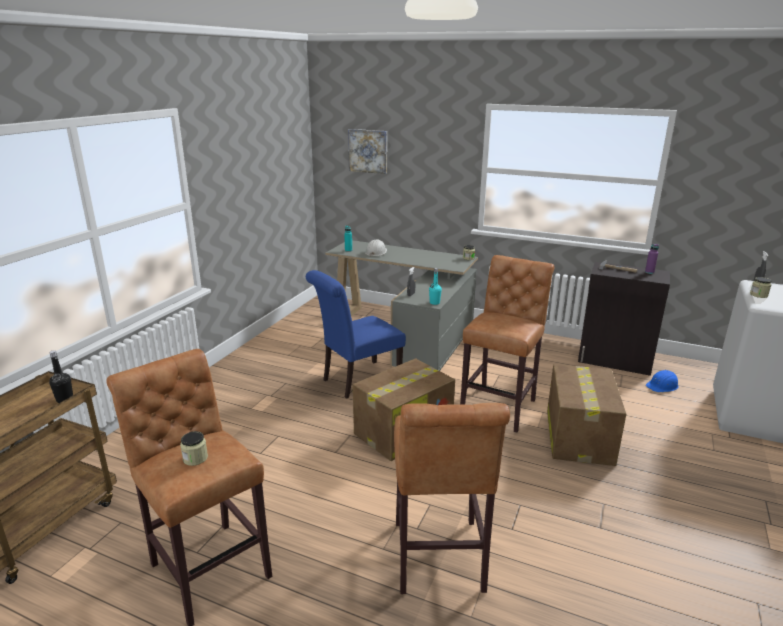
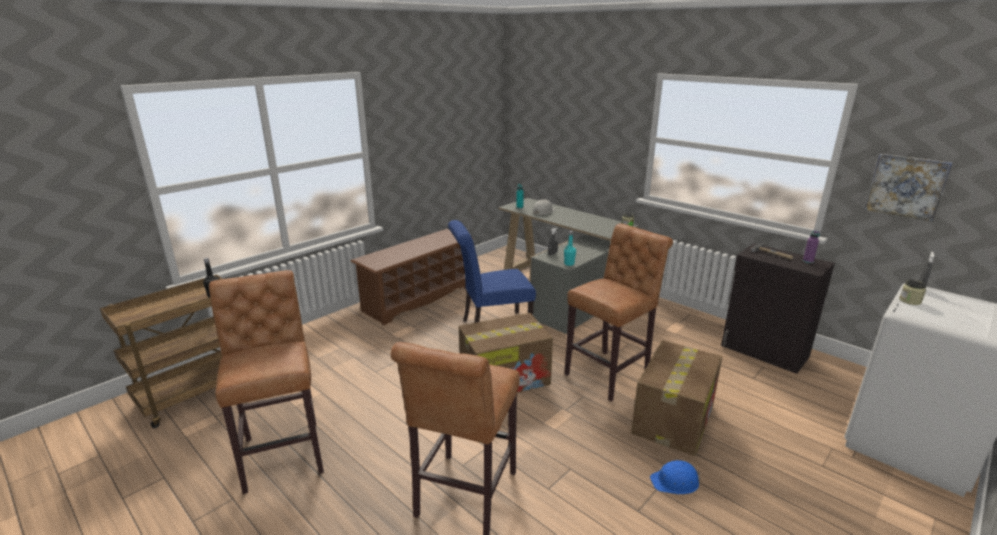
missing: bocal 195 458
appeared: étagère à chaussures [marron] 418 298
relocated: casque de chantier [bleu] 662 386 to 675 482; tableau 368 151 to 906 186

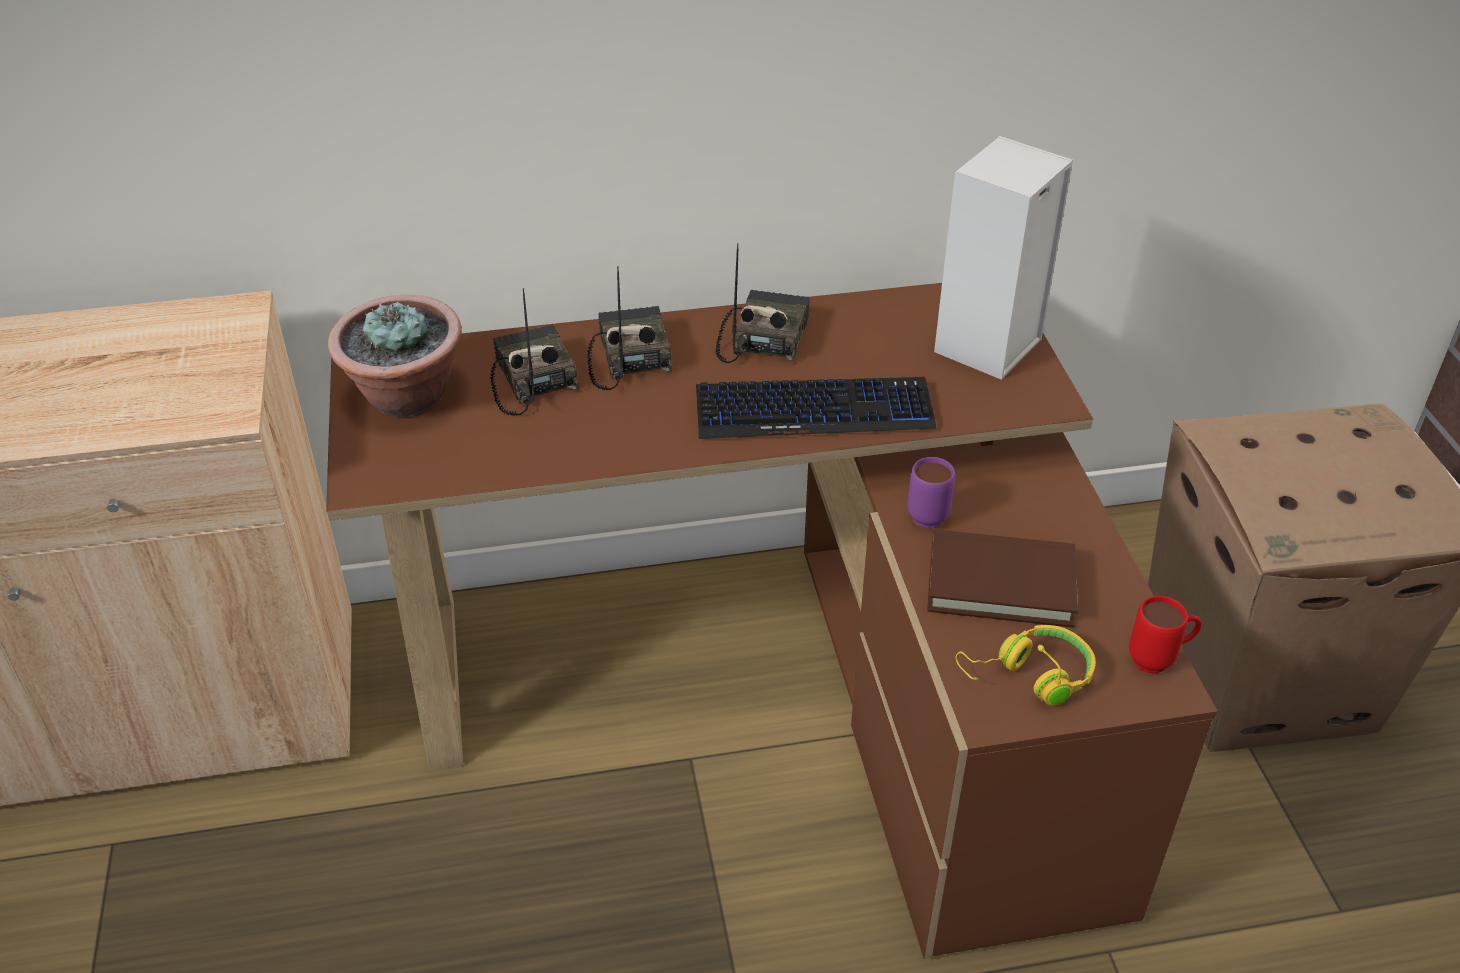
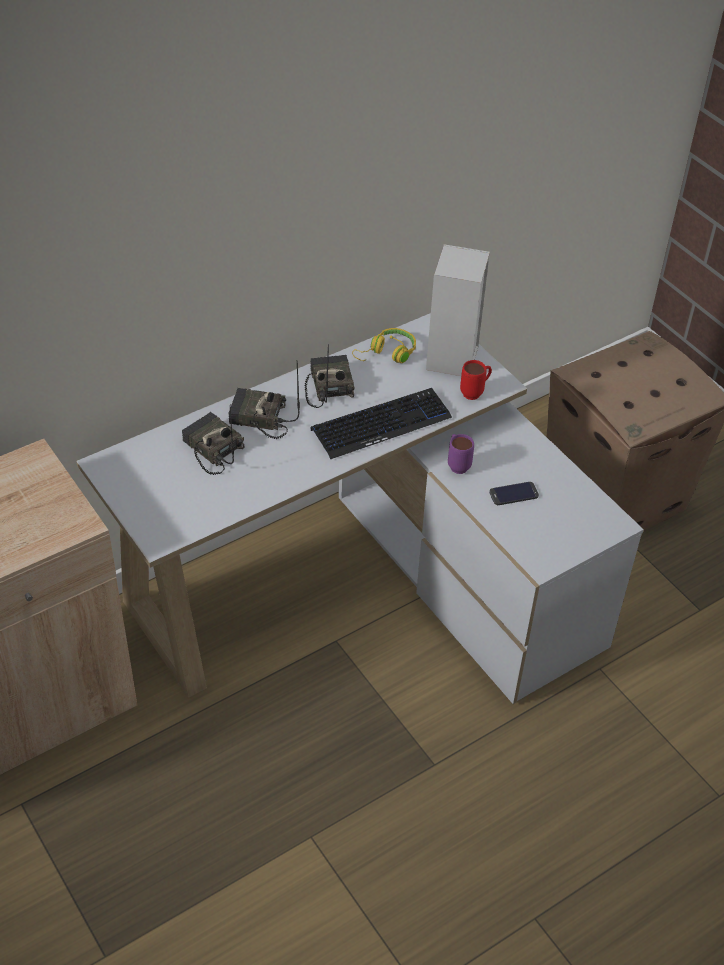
missing: plante en pot 406 397
relocated: casque audio [jaune] 1030 676 to 387 354; mug [rouge] 1159 660 to 475 392
exchanged: livre [marron] 1000 584 to téléphone 513 494
colour: bureau [marron] 781 689 to bureau [blanc] 366 584
spun: radio 628 357 = 258 419 45 degrees counterclockwise

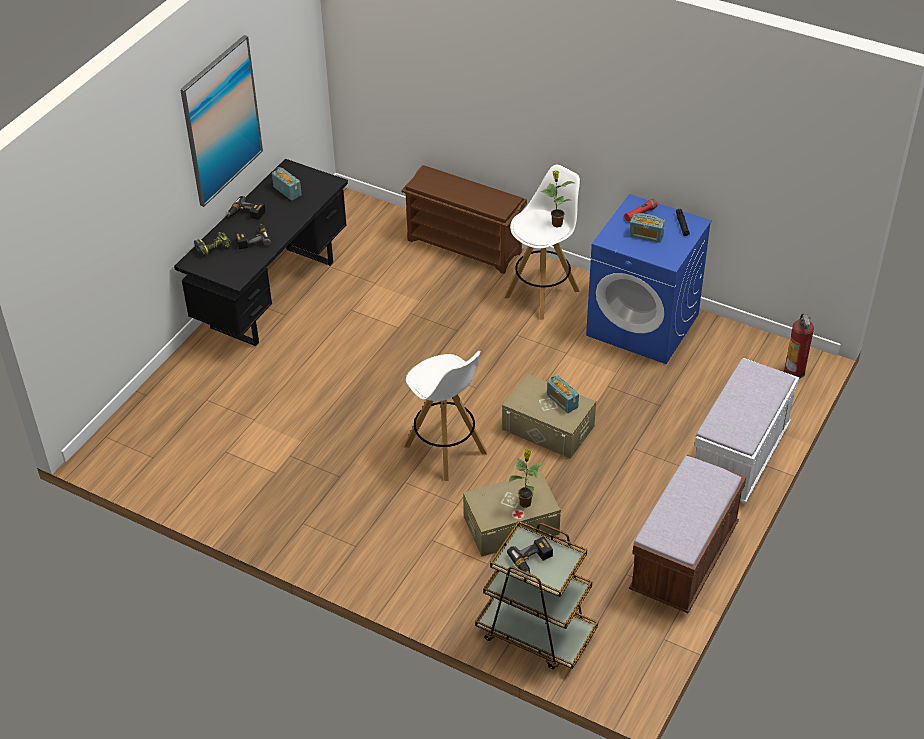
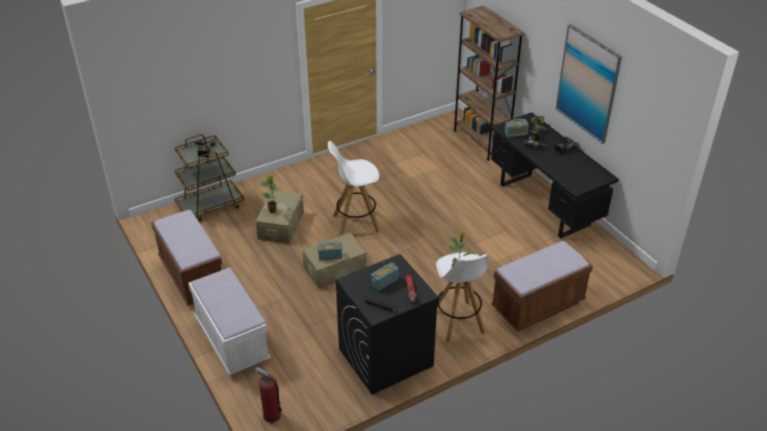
appeared: bibliothèque [marron] 481 141
relocated: radio 287 191 to 515 134
exchanged: étagère à chaussures [marron] 465 246 to banc [marron] 538 305
colour: lave-linge [bleu] 643 325 to lave-linge [noir] 385 358

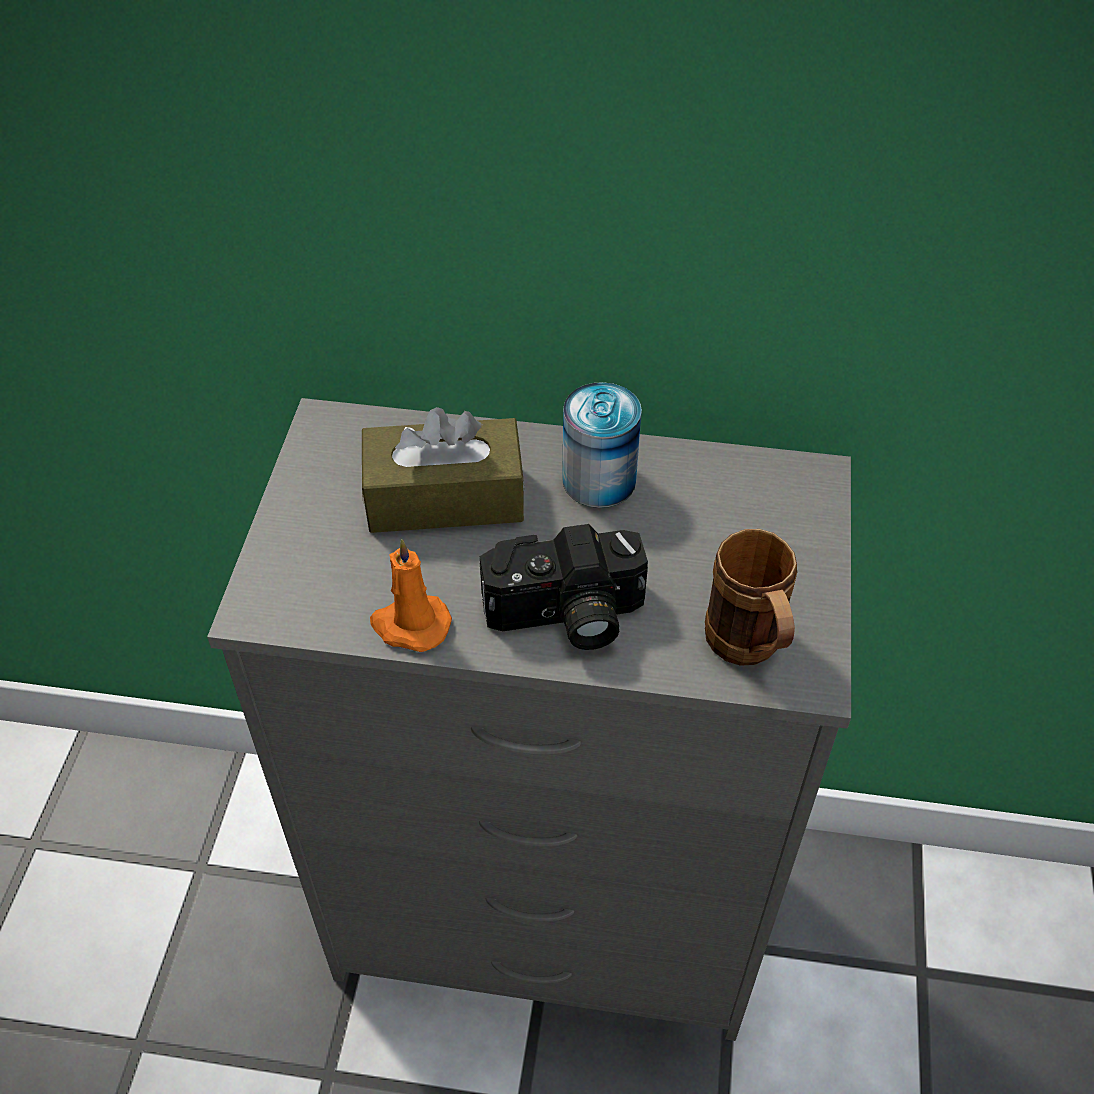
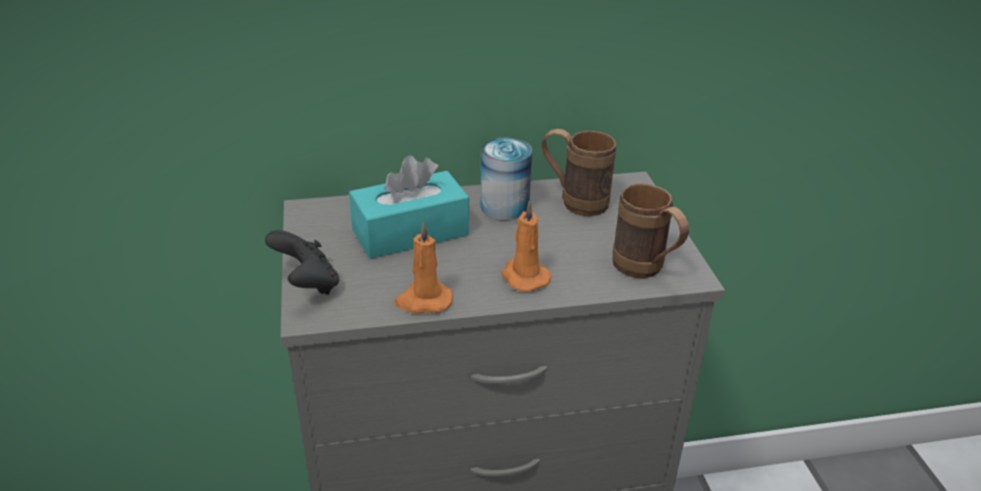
appeared: manette [noir] 307 284; mug [marron] 574 201
exchanged: appareil photo 565 617 to bougie [orange] 523 276
colour: boîte à mouchoirs [marron] 445 498 to boîte à mouchoirs [turquoise] 410 232

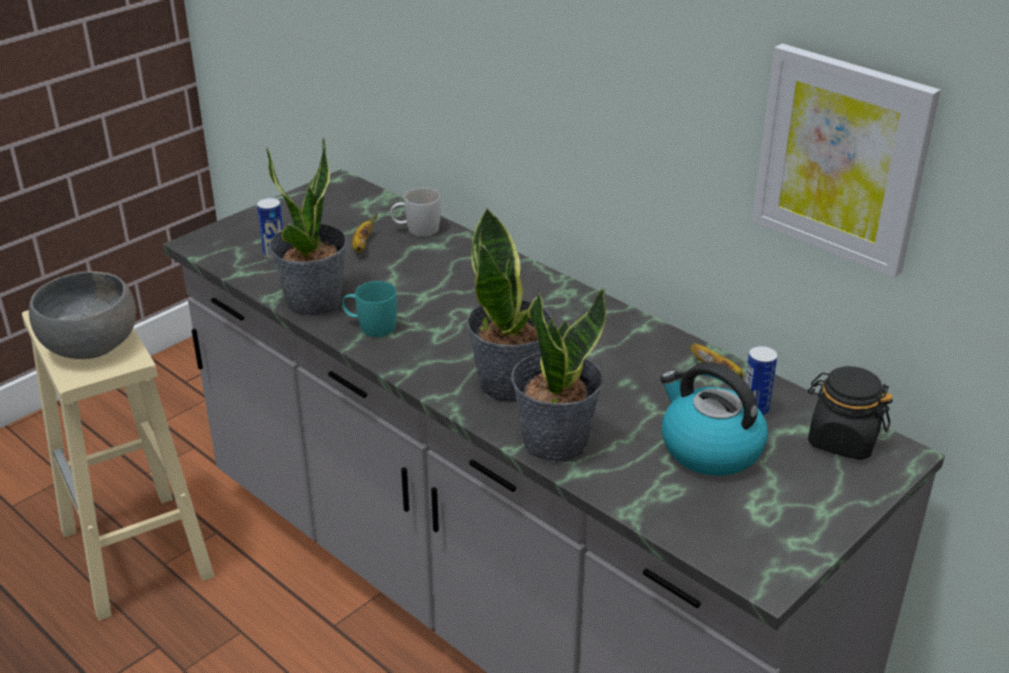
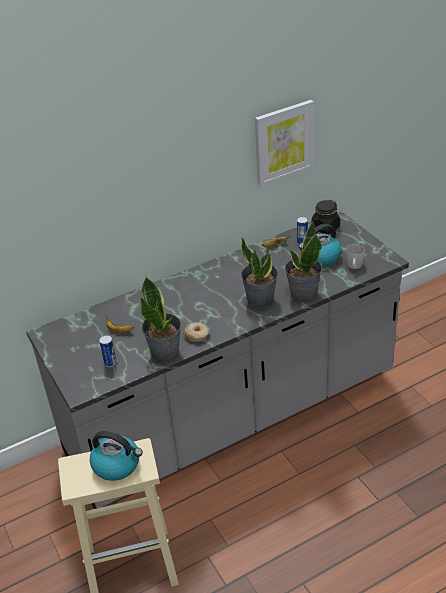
relocated: mug [blanc] 416 230 to 354 266
exchanged: bol [gris] 91 345 to bouilloire 117 465; mug [turquoise] 370 327 to beignet 197 335

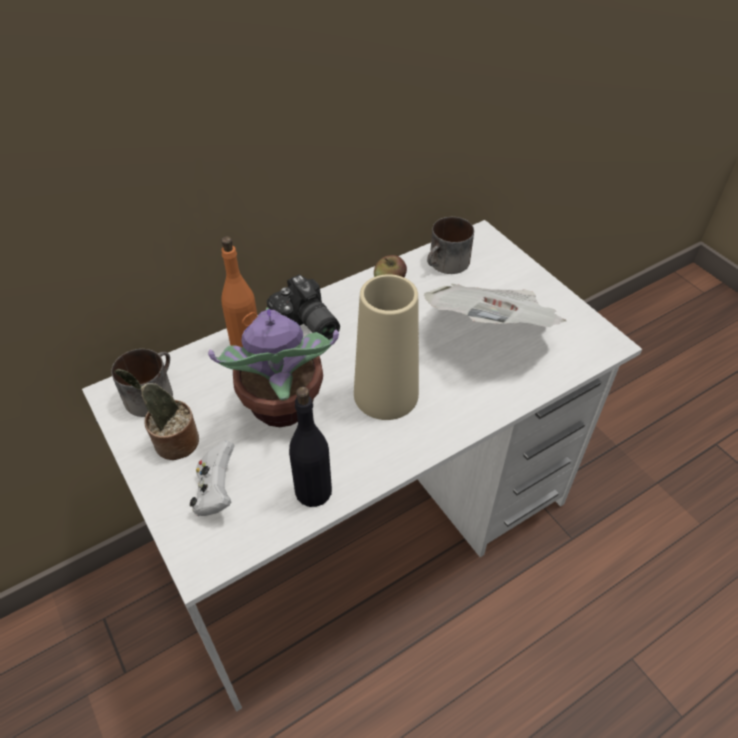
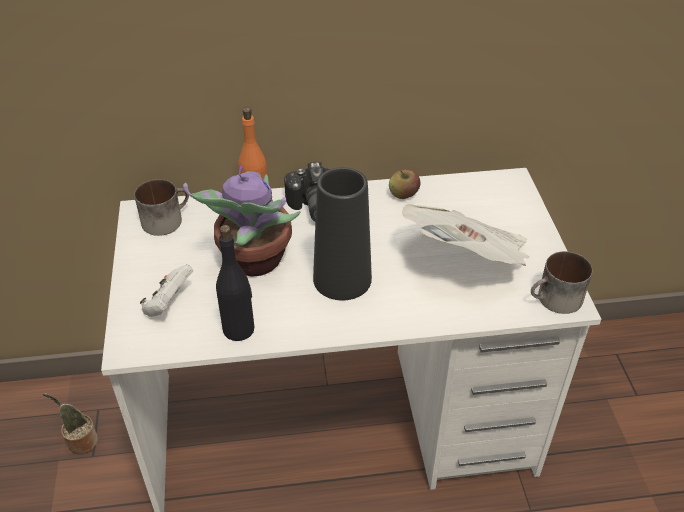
relocated: plante en pot 173 443 to 80 441; mug 447 264 to 555 300
colour: vase [beige] 386 394 to vase [noir] 342 279

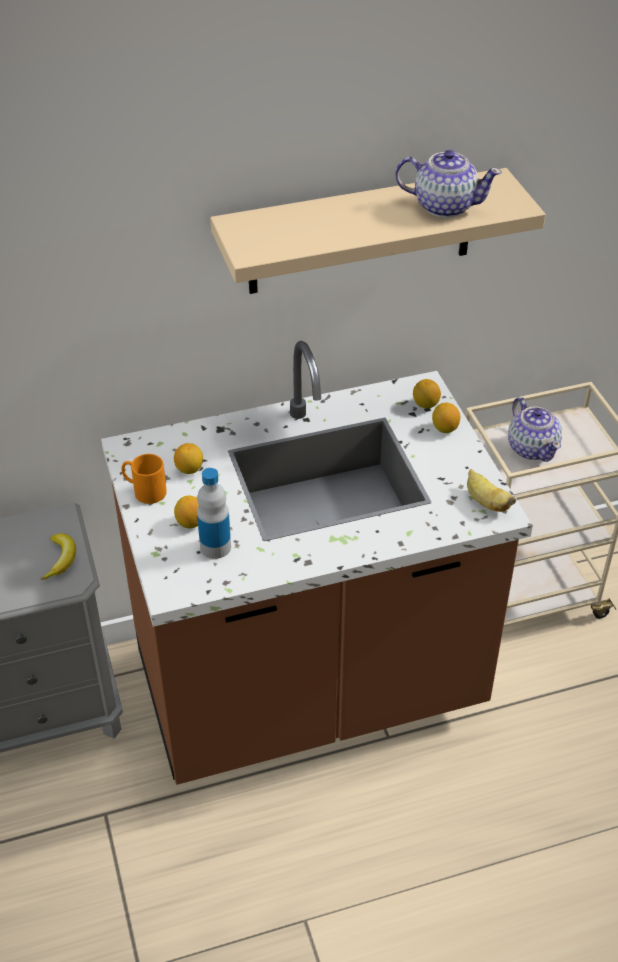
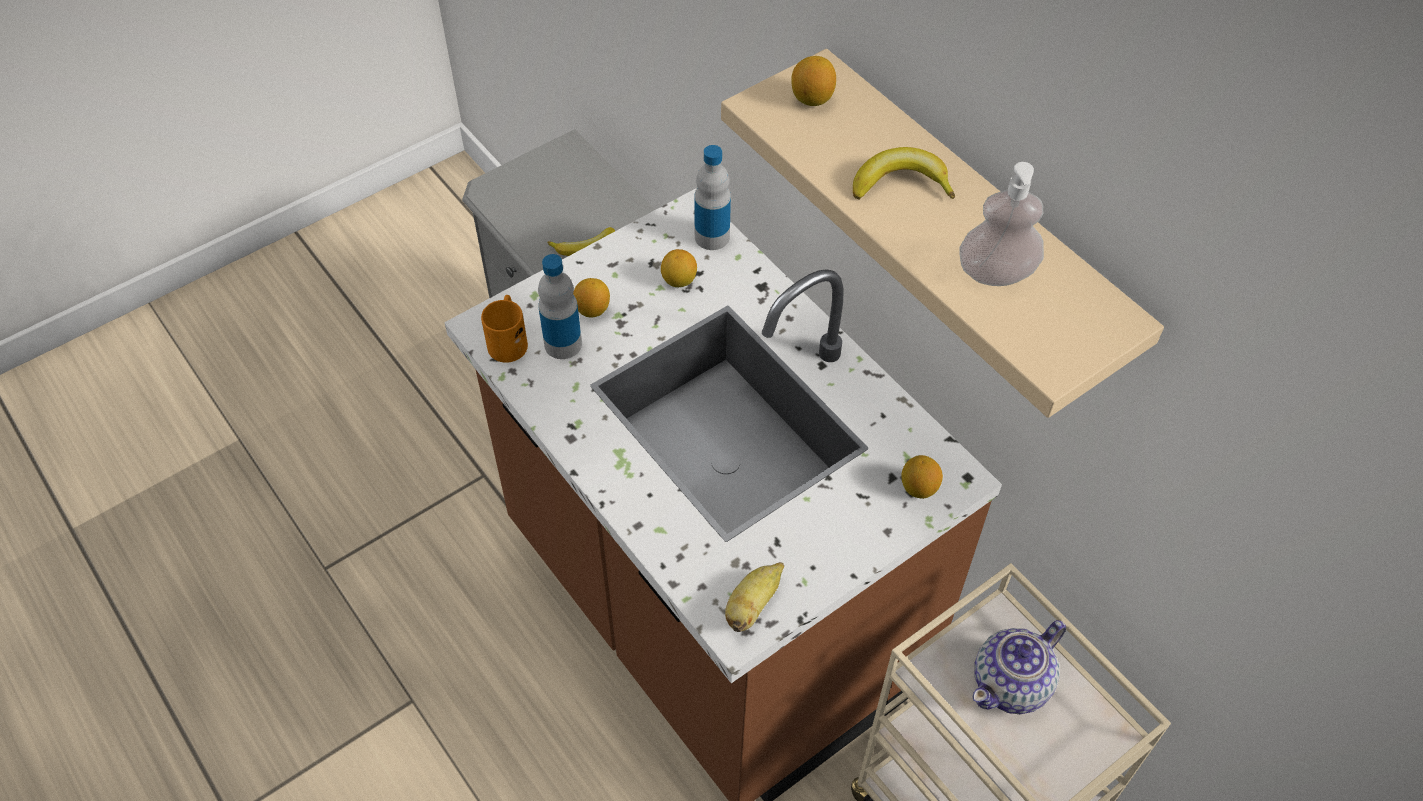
appeared: bouteille 712 237; banane 900 184
relocated: mug [orange] 144 491 to 508 339; citron 444 428 to 812 98
exchanged: théière 444 206 to distributeur de savon 996 273

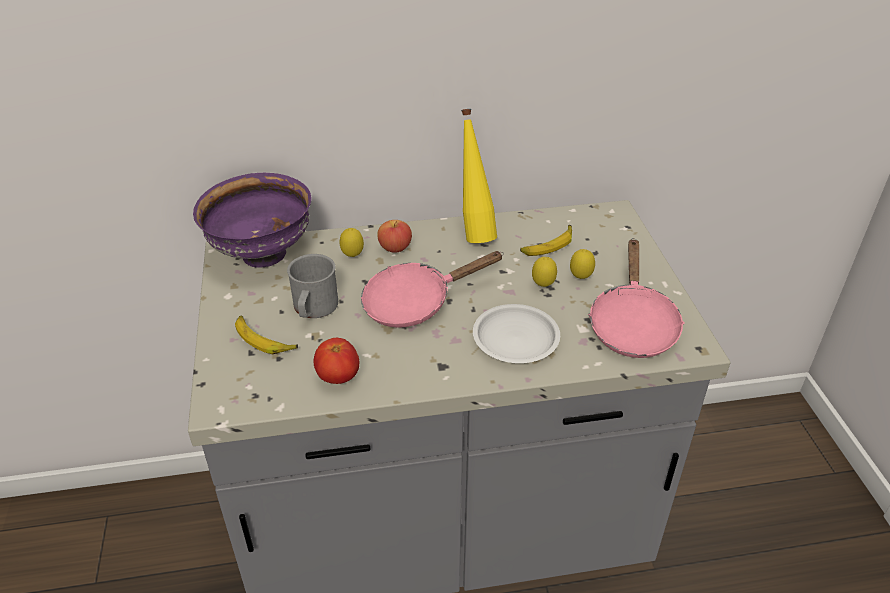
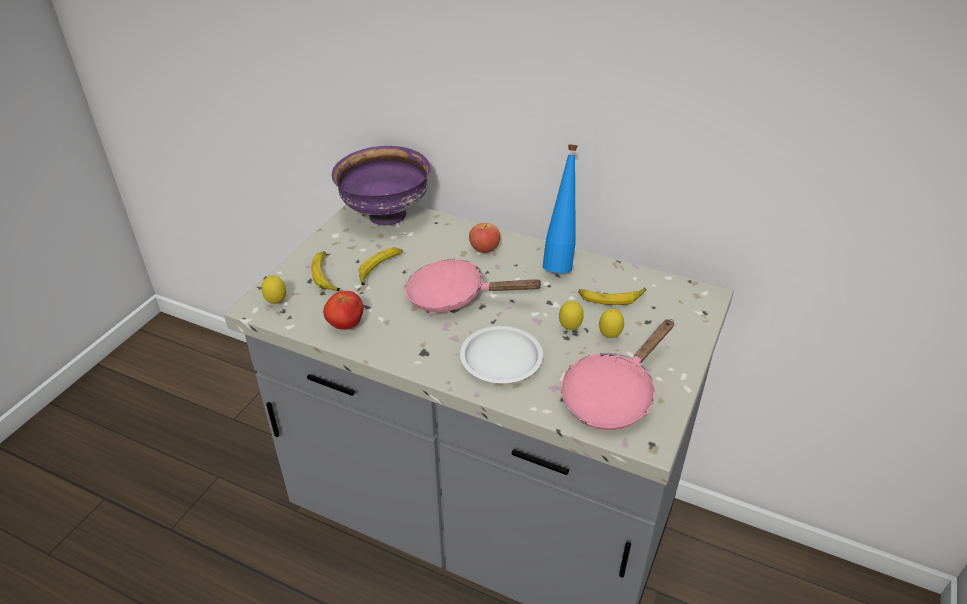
relocated: citron 352 256 to 276 303
exchanged: mug [gris] 313 309 to banane 379 269
colour: bouteille [jaune] 474 233 to bouteille [bleu] 559 262

